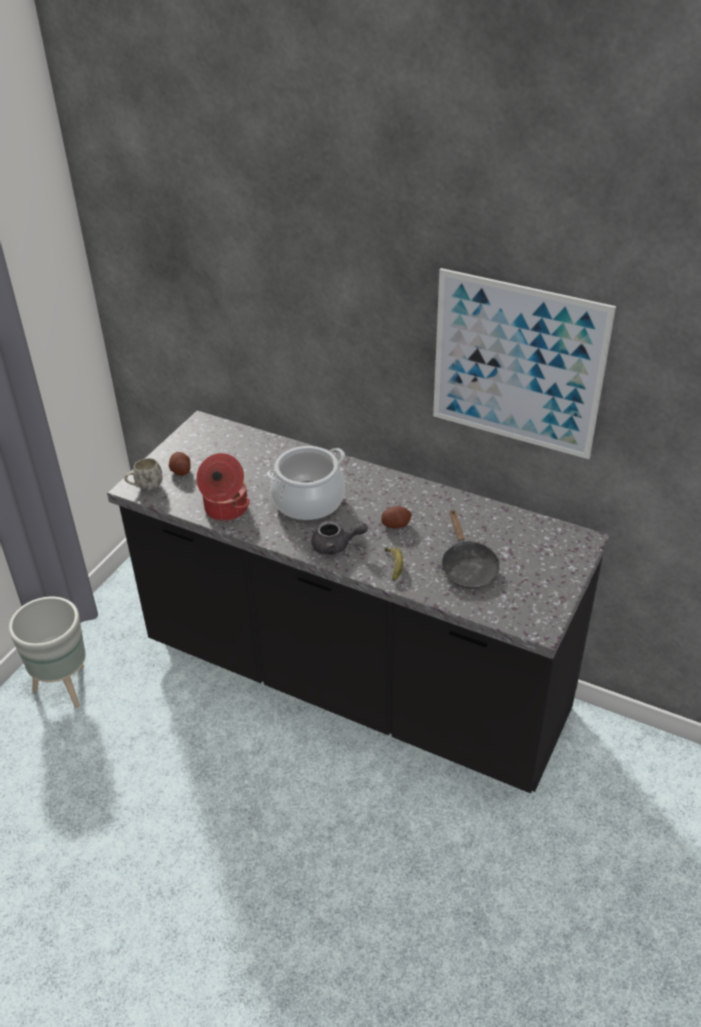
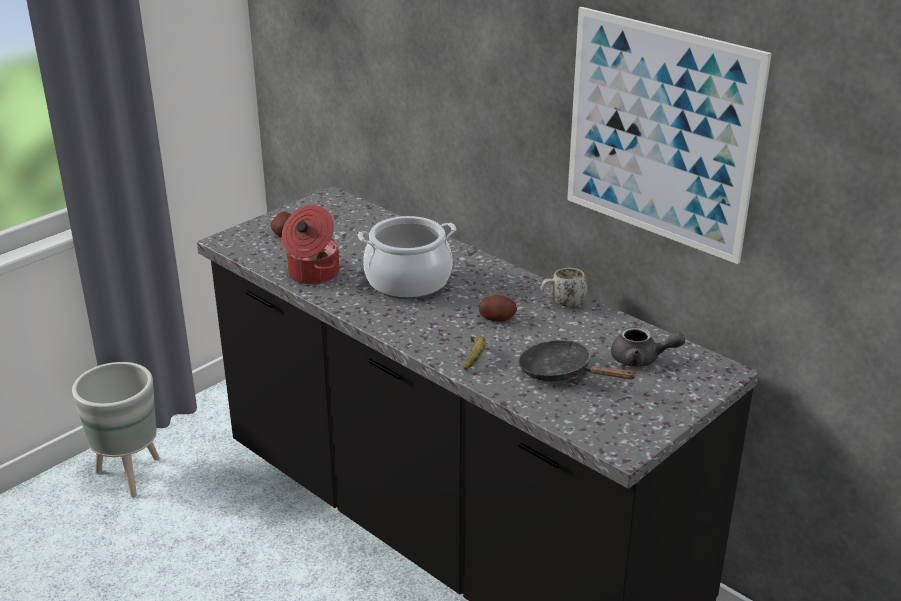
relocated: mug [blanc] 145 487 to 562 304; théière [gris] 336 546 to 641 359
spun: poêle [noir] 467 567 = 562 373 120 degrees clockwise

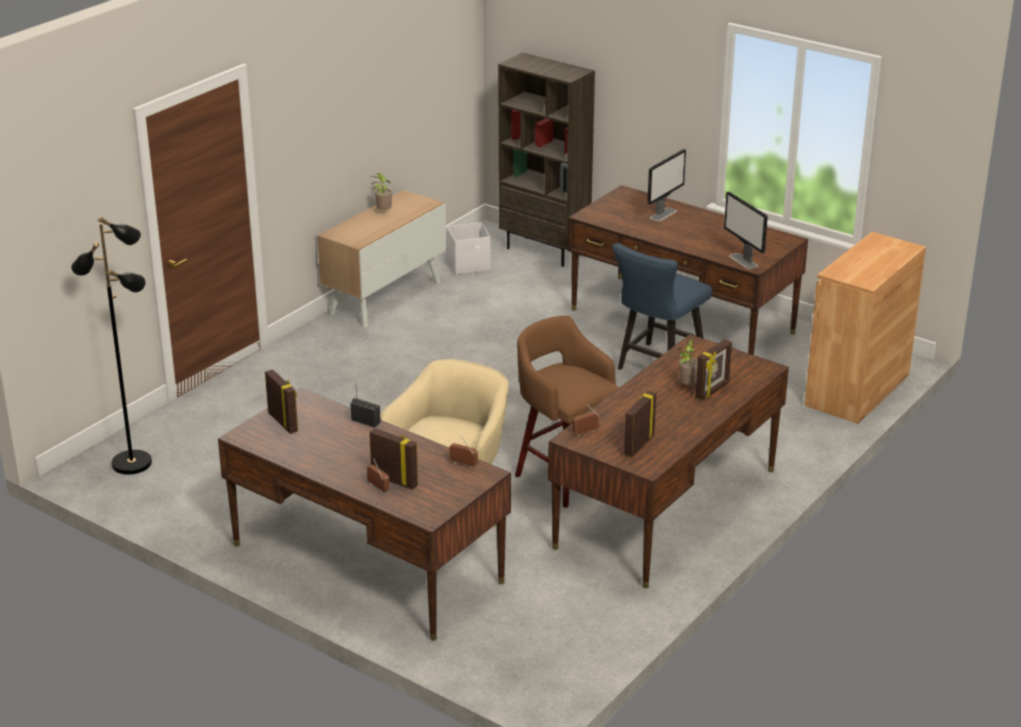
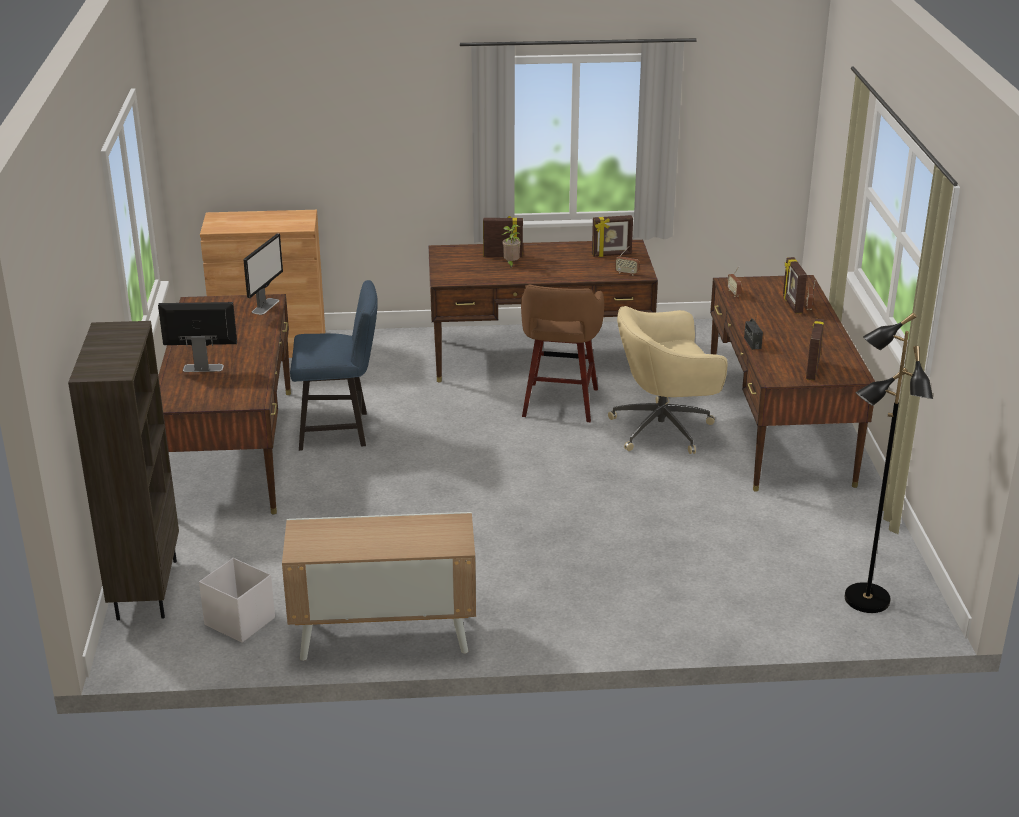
missing: plante en pot 383 212

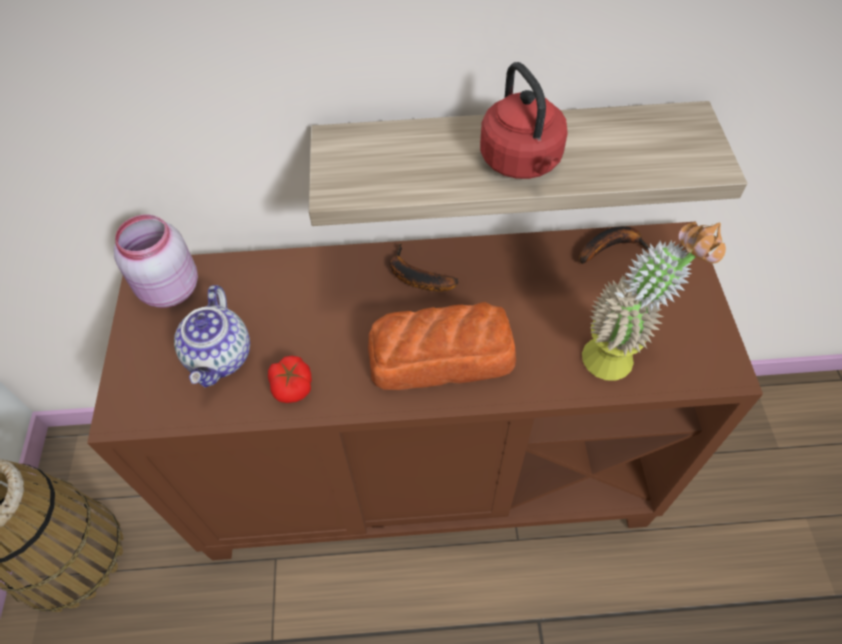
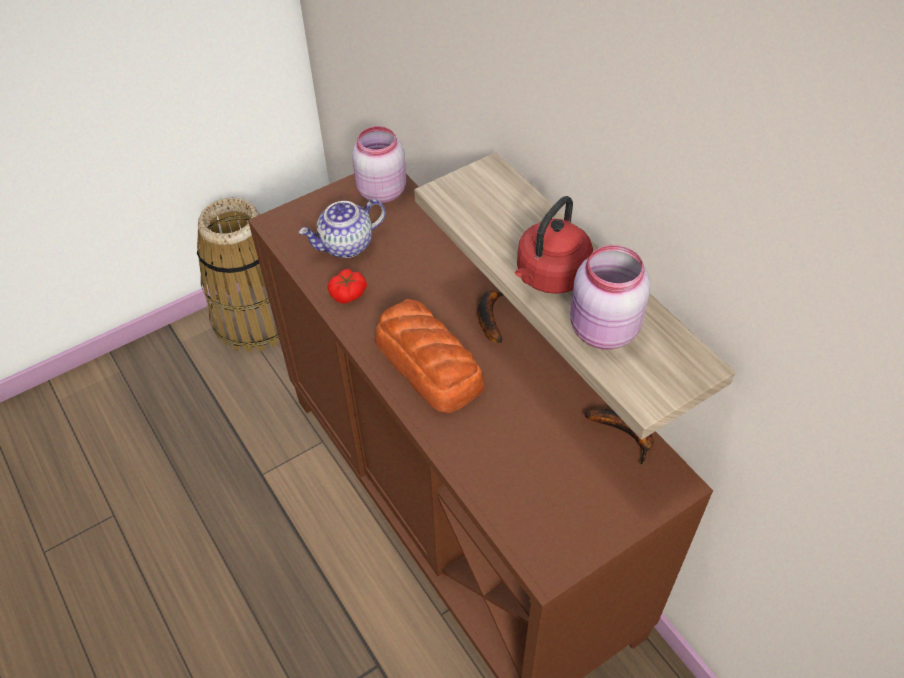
missing: plante en pot 621 355
appeared: bocal [rose] 602 331

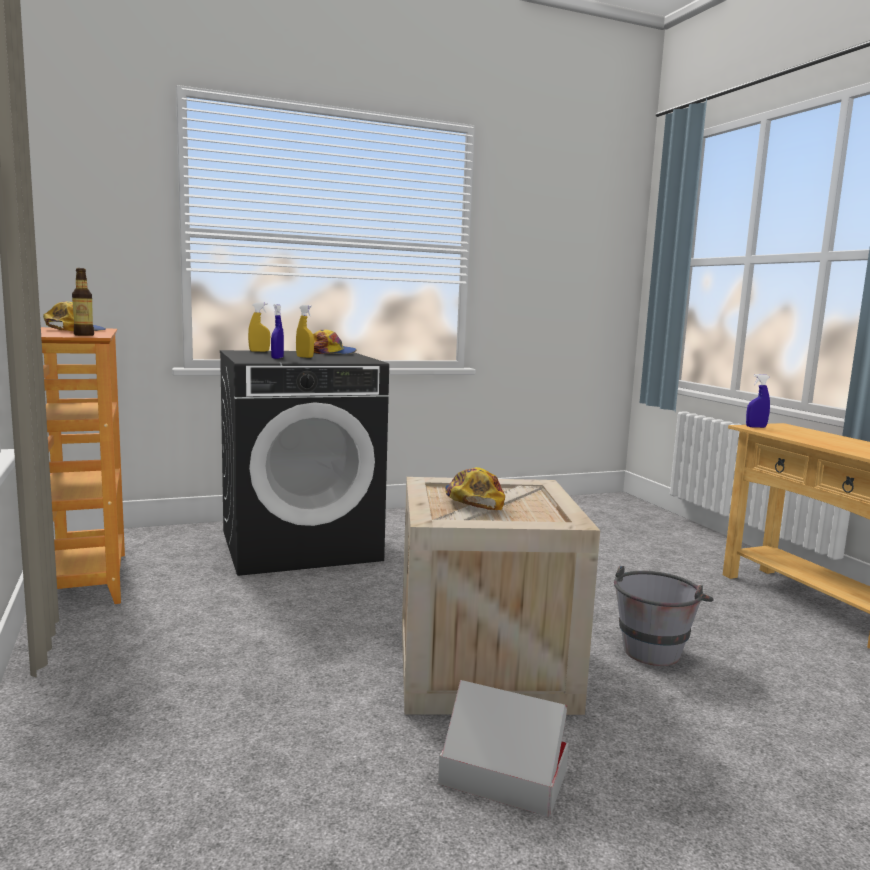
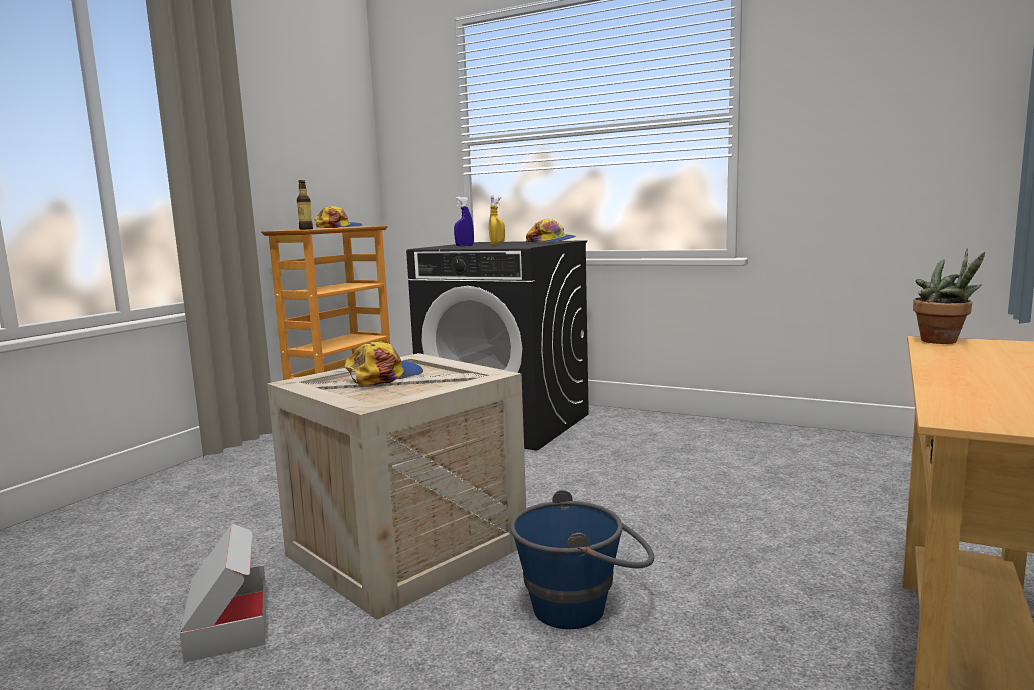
exchanged: vaporisateur [bleu] 756 427 to plante en pot 944 342
colour: seau [gris] 654 647 to seau [bleu] 584 606

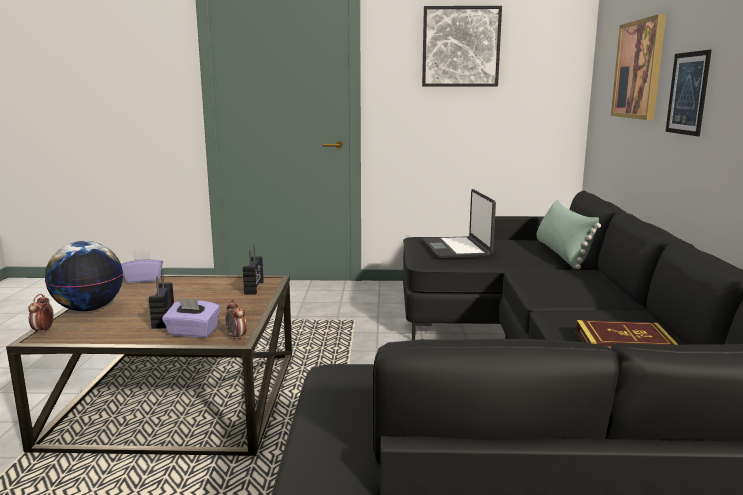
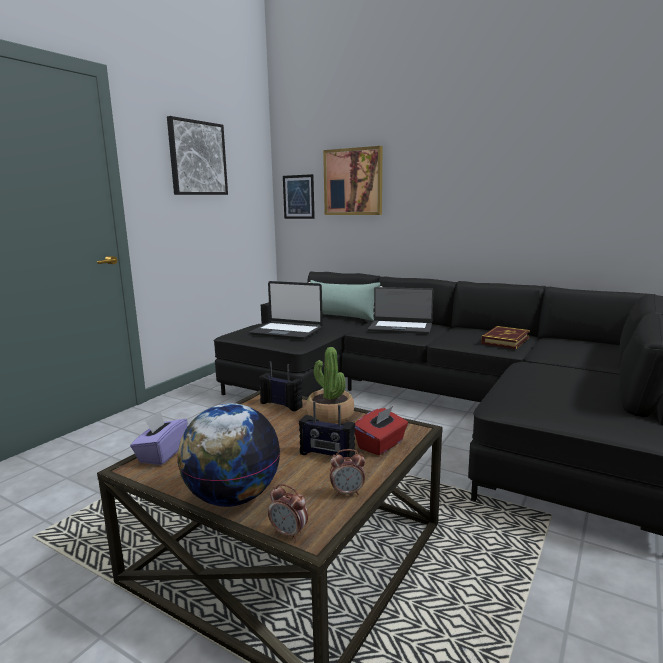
appeared: plante en pot 330 415; ordinateur portable 400 327
relocated: tableau 688 93 to 298 197; réveil 237 337 to 347 493
colour: boîte à mouchoirs [violet] 192 333 to boîte à mouchoirs [rouge] 381 445

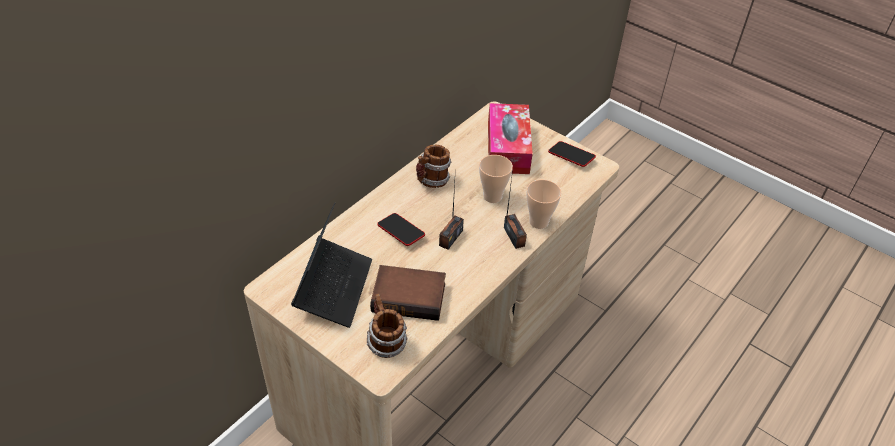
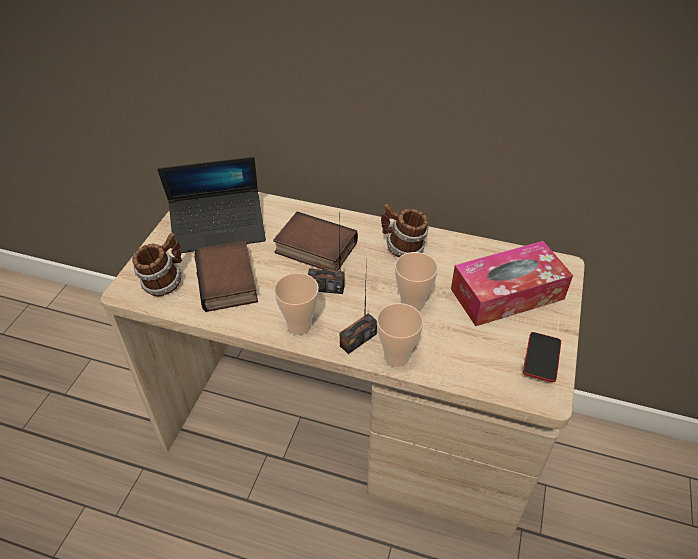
appeared: tasse 299 325
exchanged: téléphone 401 232 to livre 314 249

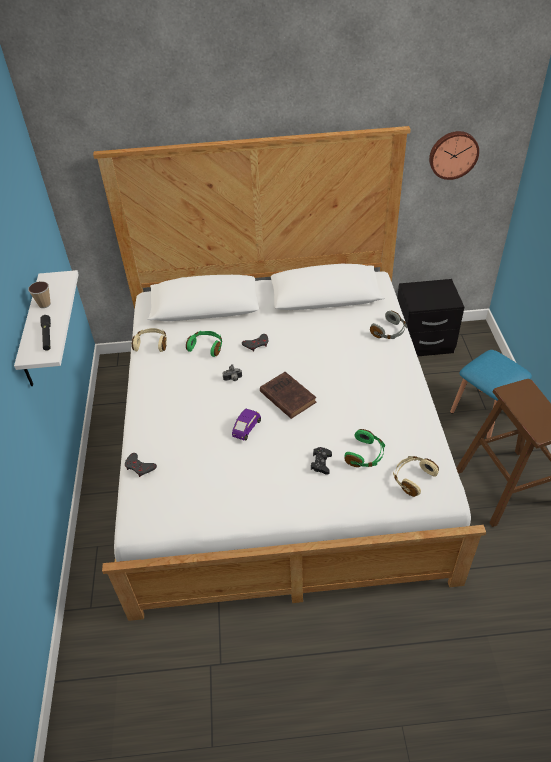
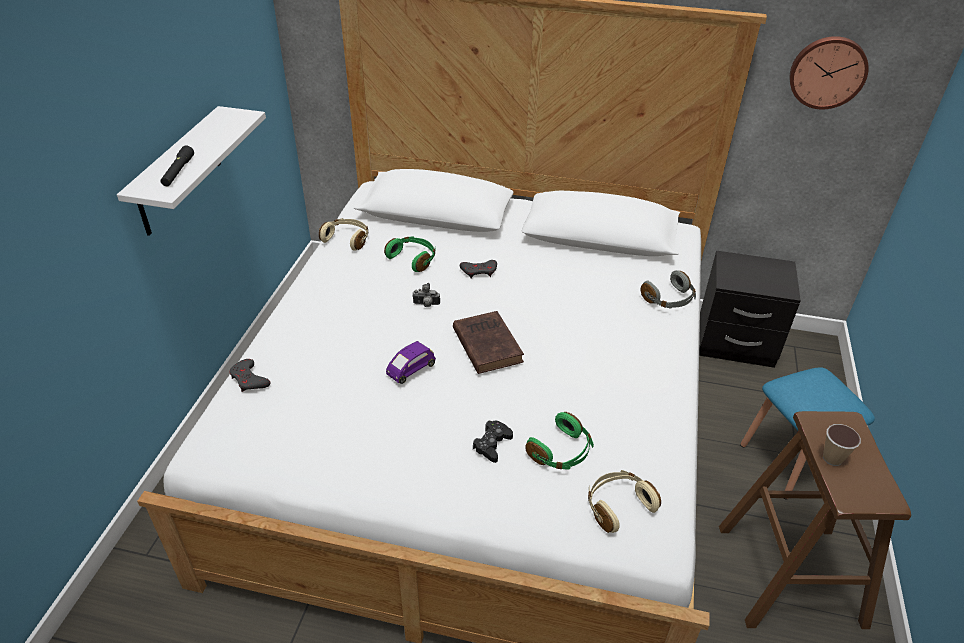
relocated: tasse 44 304 to 832 458

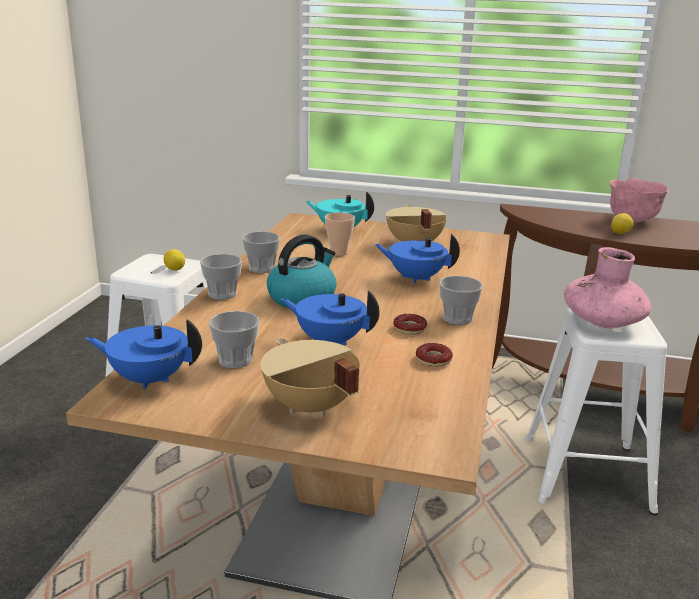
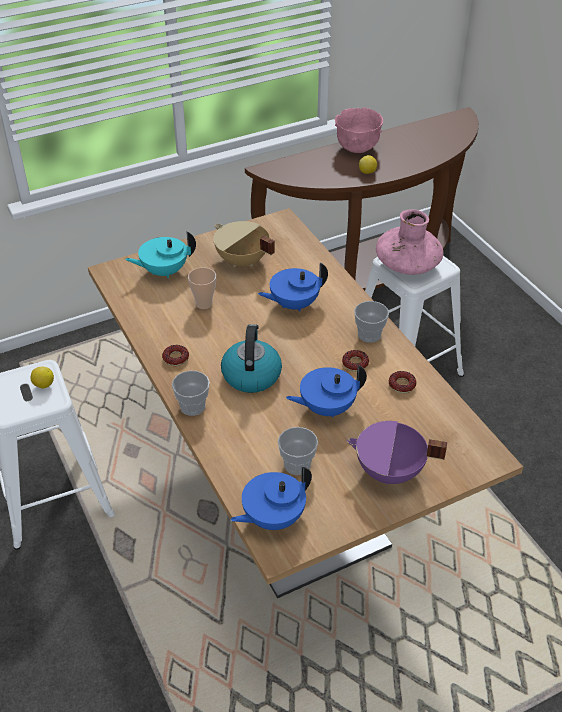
exchanged: tasse 261 268 to beignet 176 358
colour: marmite [beige] 309 407 to marmite [violet] 389 472

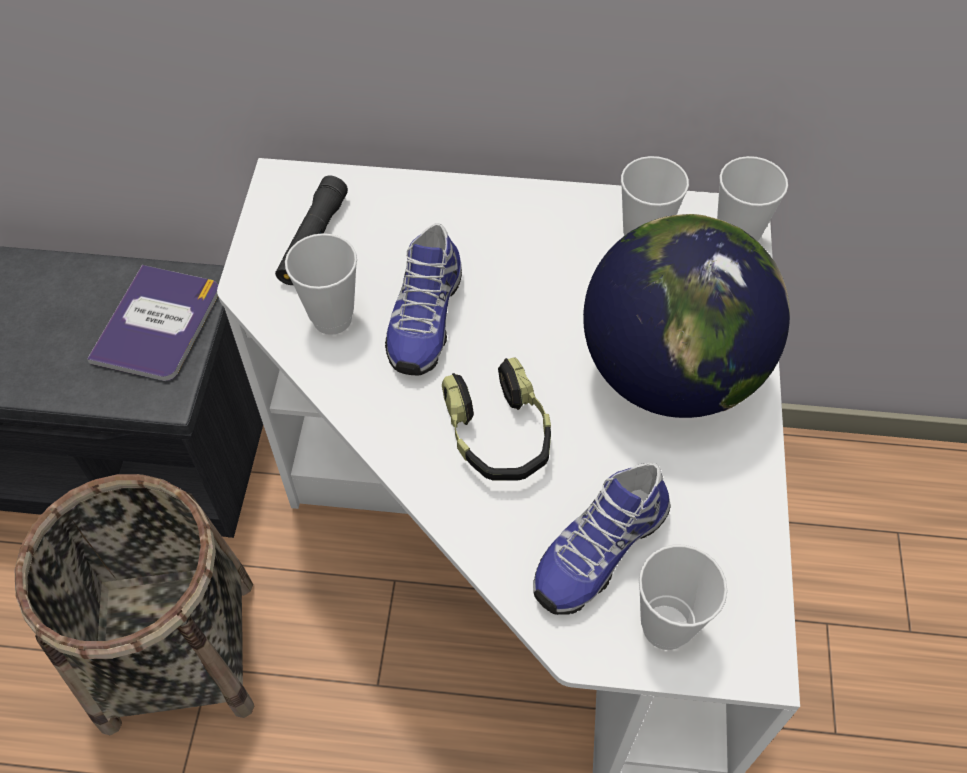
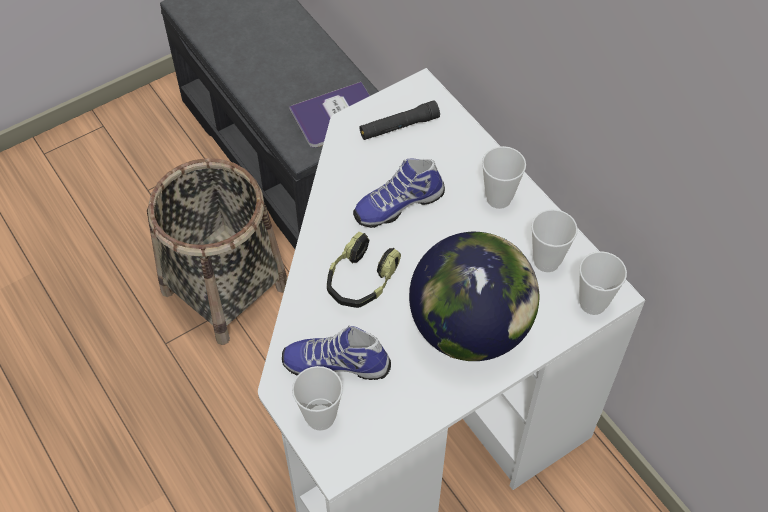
relocated: tasse 332 319 to 498 198

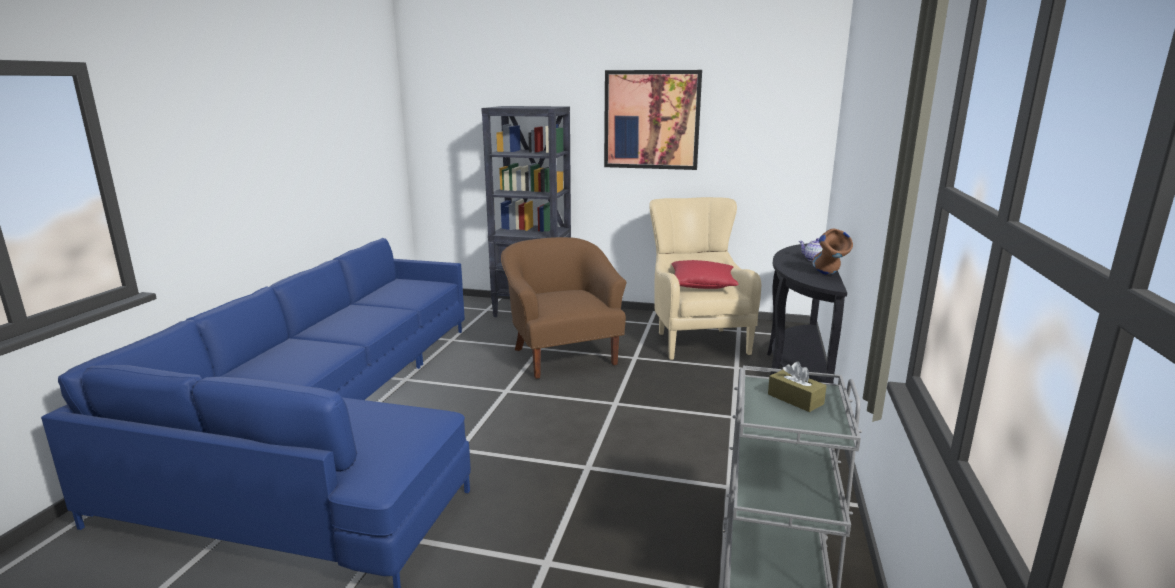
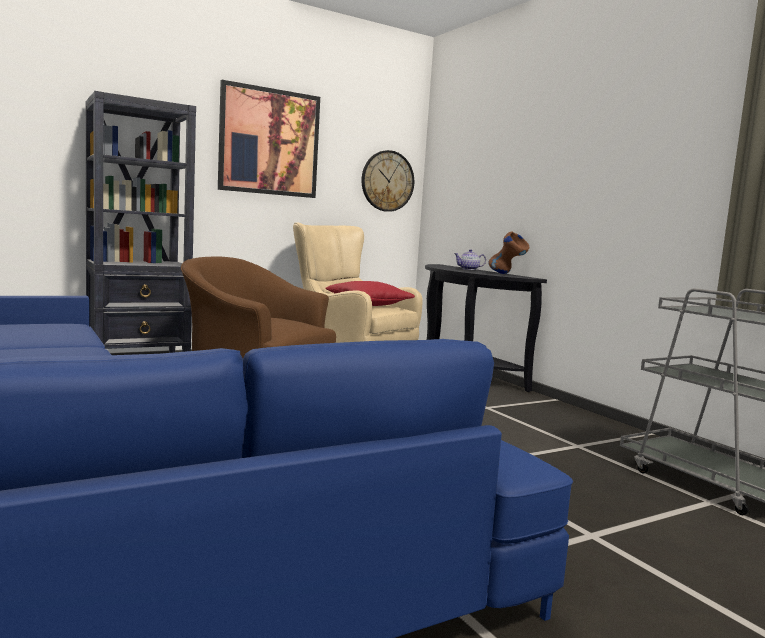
missing: boîte à mouchoirs [marron] 795 399
appeared: horloge murale 387 181

